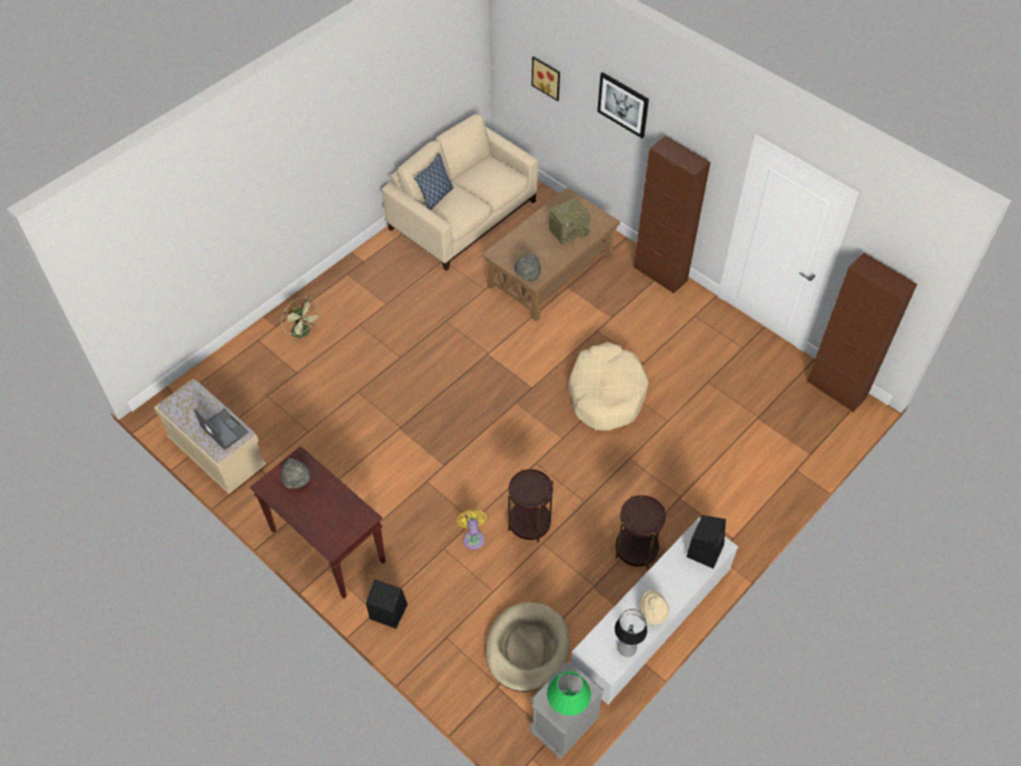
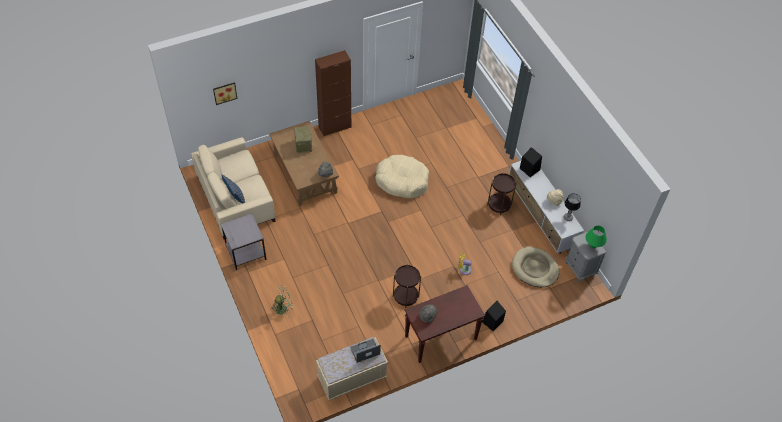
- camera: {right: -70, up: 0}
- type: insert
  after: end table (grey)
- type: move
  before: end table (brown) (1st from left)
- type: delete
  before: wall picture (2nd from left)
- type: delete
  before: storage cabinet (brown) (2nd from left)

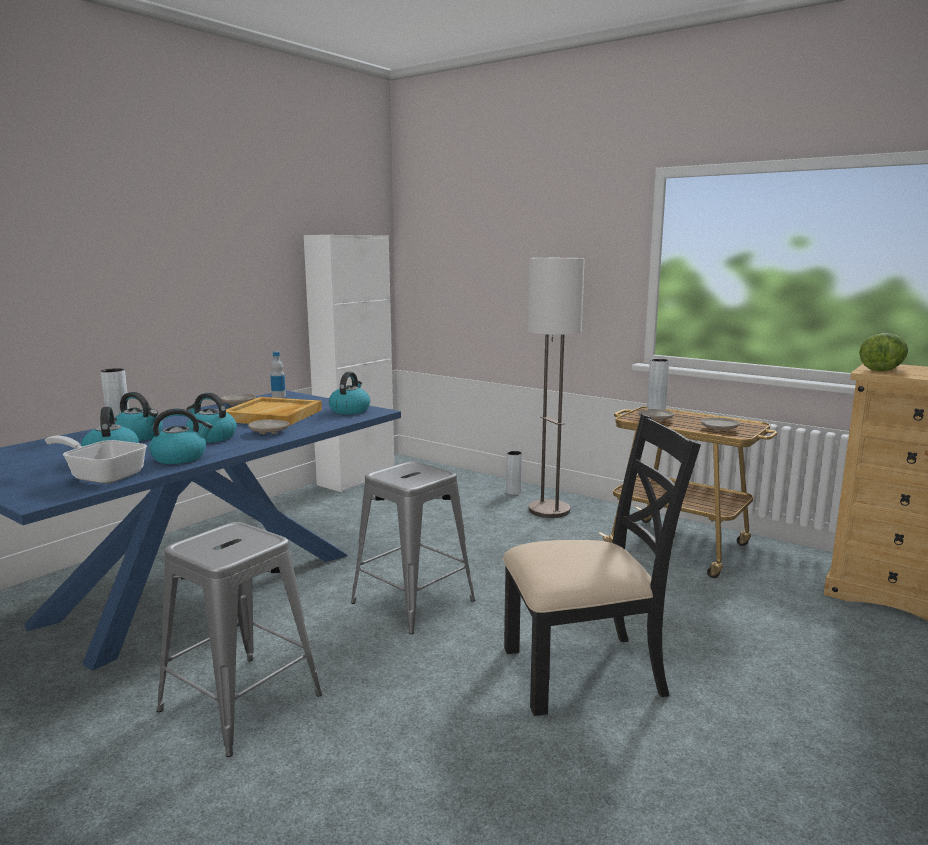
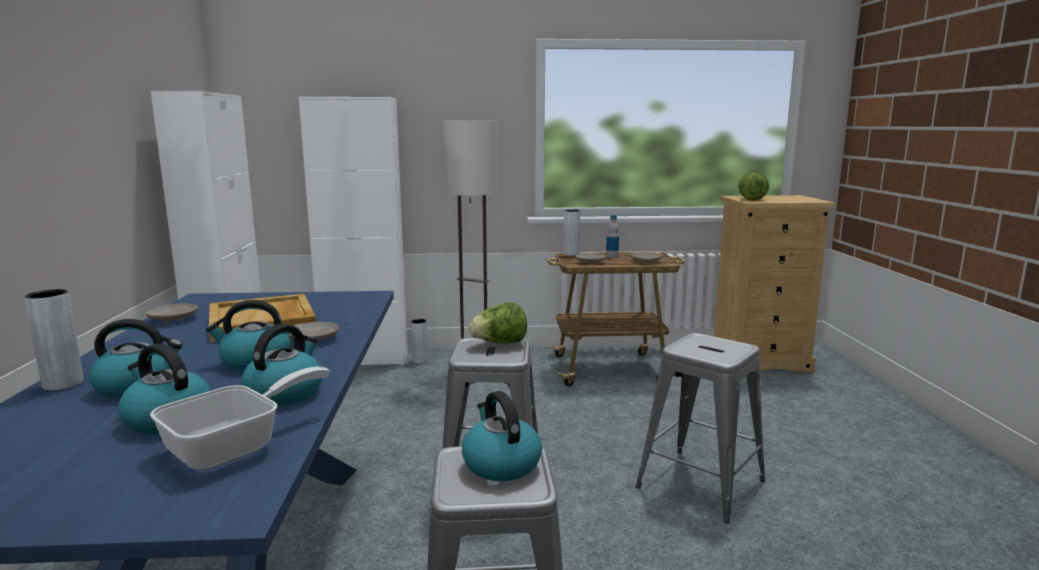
- camera: {right: -40, up: 0}
- type: rotate
  before: pan
  turn: 150
- type: insert
  after: storage cabinet (white) (2nd from left)
- type: move
  before: kettle (5th from left)
- type: insert
  after: lettuce head (1st from left)
- type: move
  before: beverage bottle
- type: replace
  before: chair (black-coloured)
  after: stool (grey) (3rd from left)

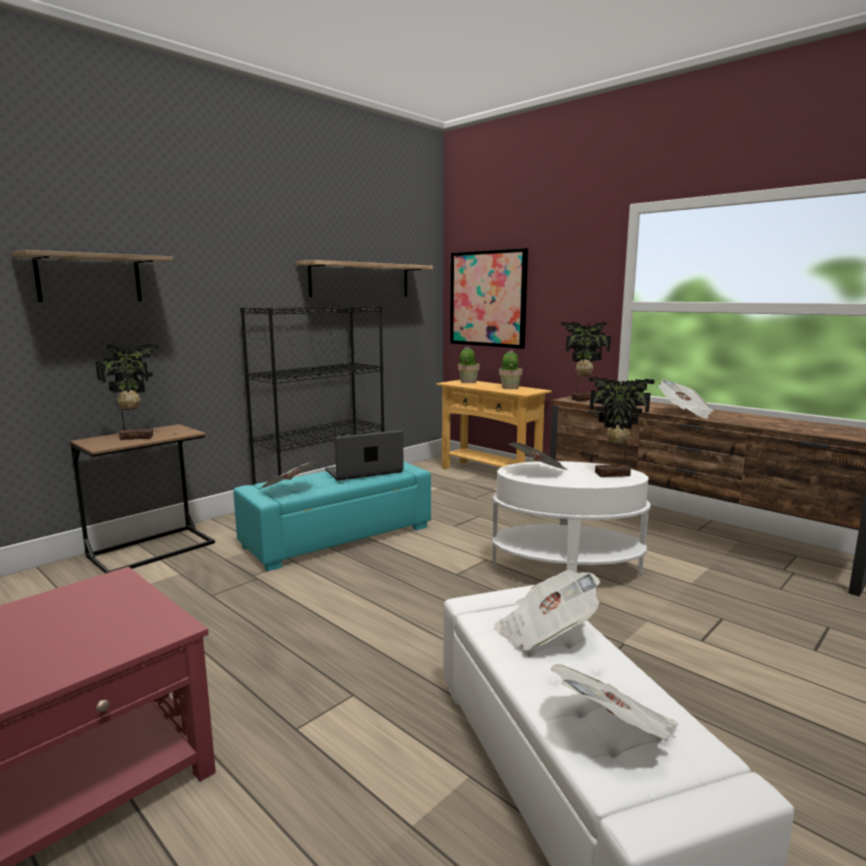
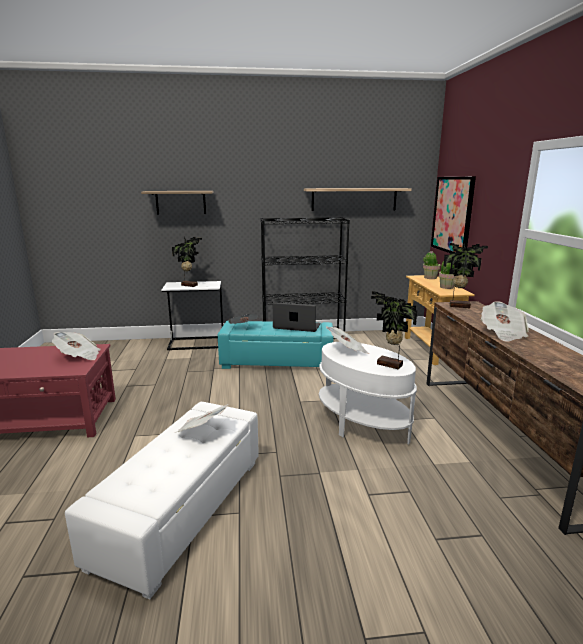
- camera: {right: 40, up: 5}
- type: move
  before: newspaper (4th from left in the first image)
  after: newspaper (1st from left)
- type: recolor
  before: end table (brown)
  after: end table (white) (1st from left)

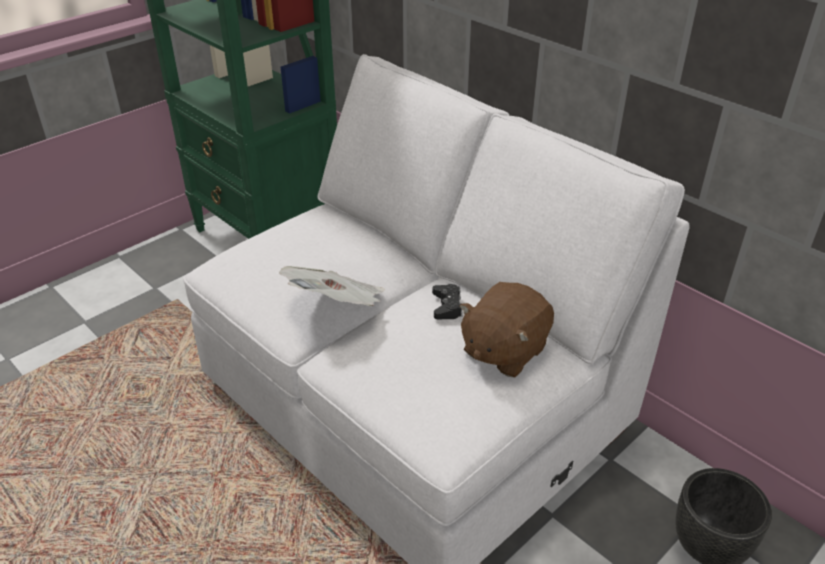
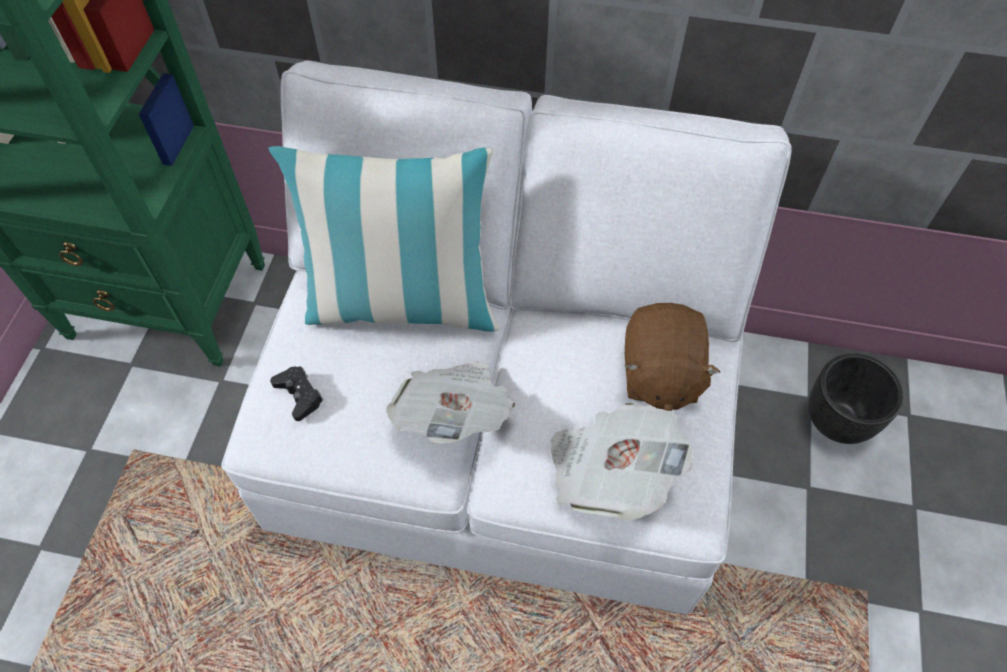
- camera: {right: -35, up: 20}
- type: insert
  after: pillow
- type: move
  before: game controller (black-coloured)
- type: insert
  after: newspaper (2nd from left)

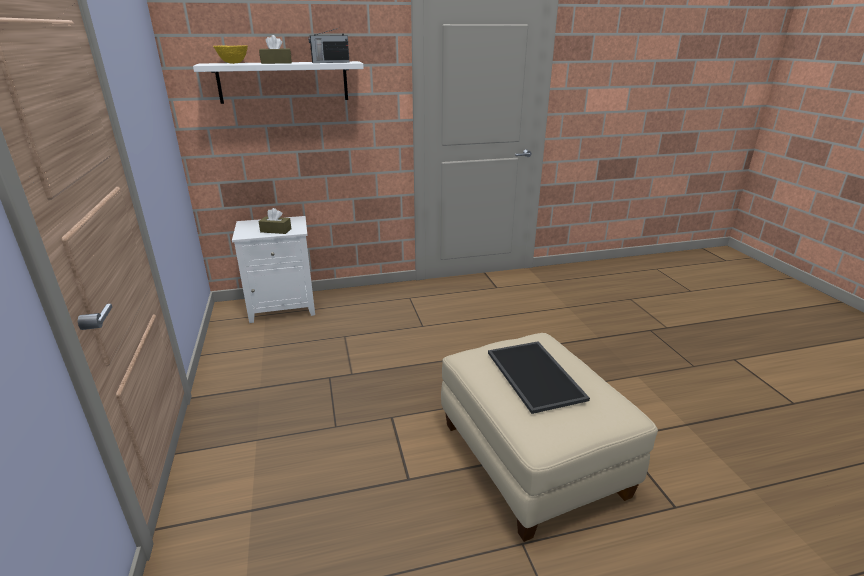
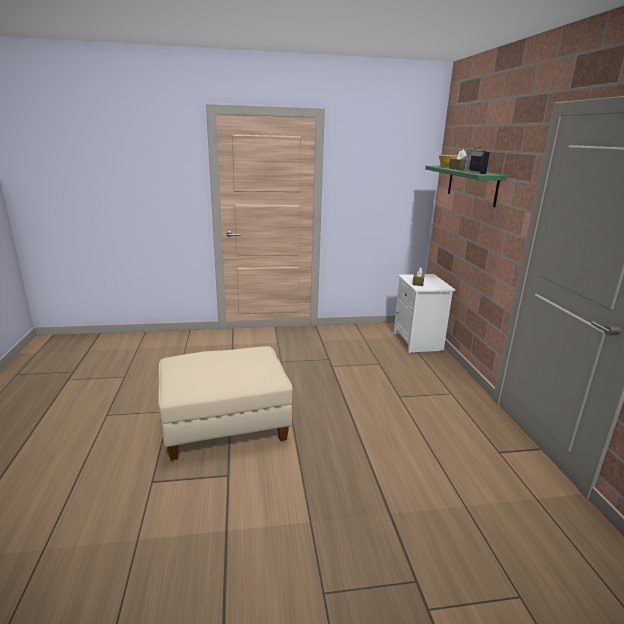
- camera: {right: 95, up: -5}
- type: recolor
  before: shelf (white)
  after: shelf (greenish)
- type: delete
  before: tray

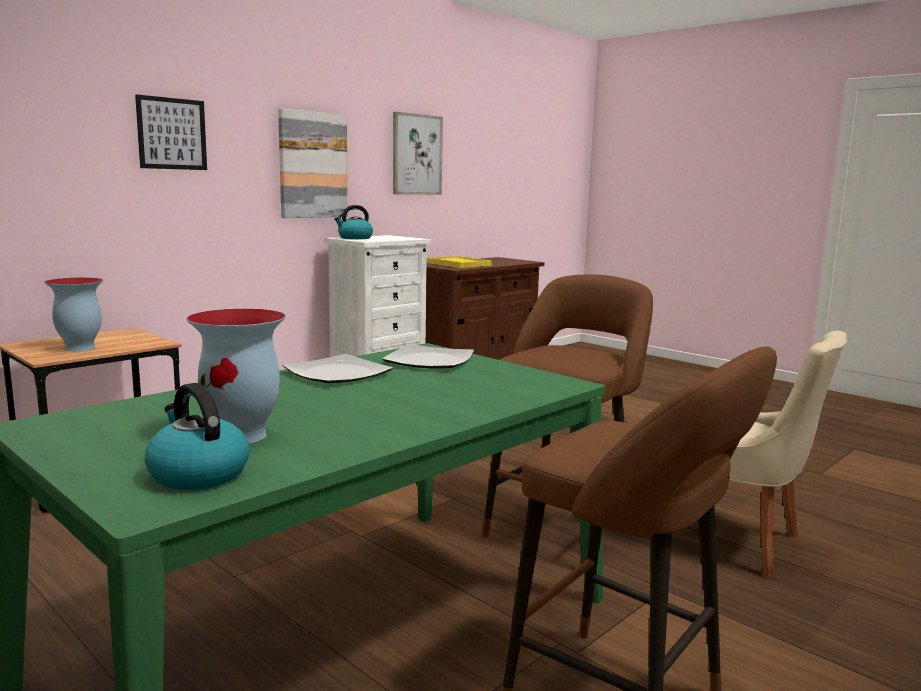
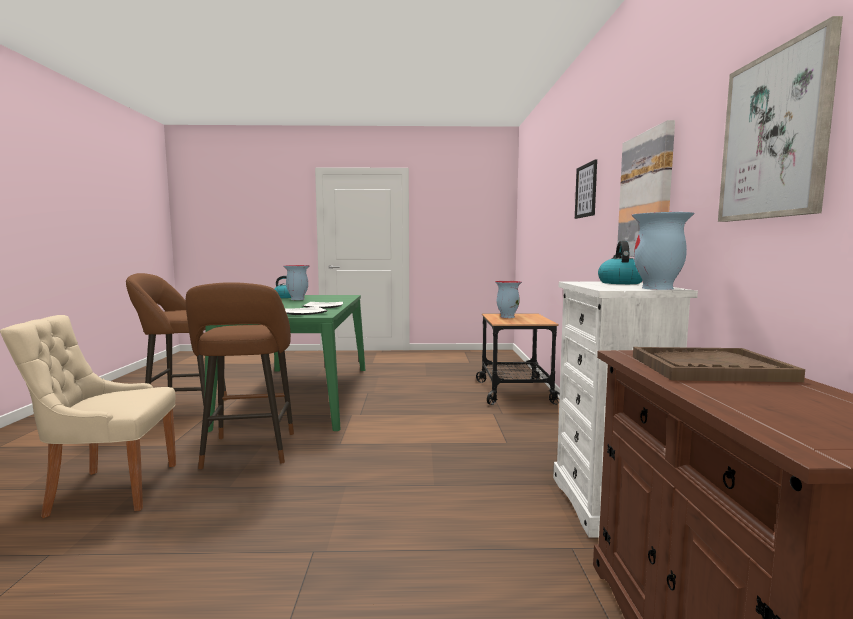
- camera: {right: 135, up: -5}
- type: insert
  after: flower vase (3rd from left)
- type: recolor
  before: tray (yellow-coloured)
  after: tray (brown)

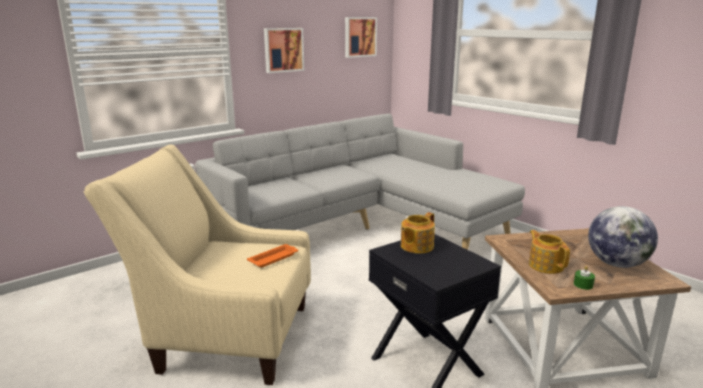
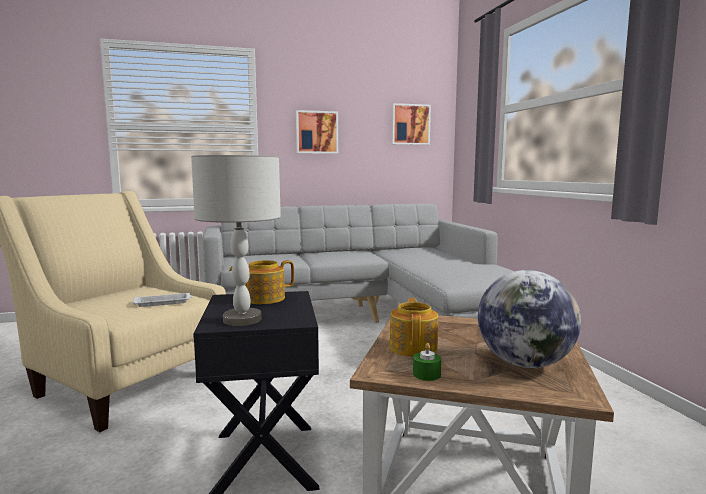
- camera: {right: 25, up: -10}
- type: recolor
  before: tray (orange)
  after: tray (white)
- type: insert
  after: lamp for a table (grey)

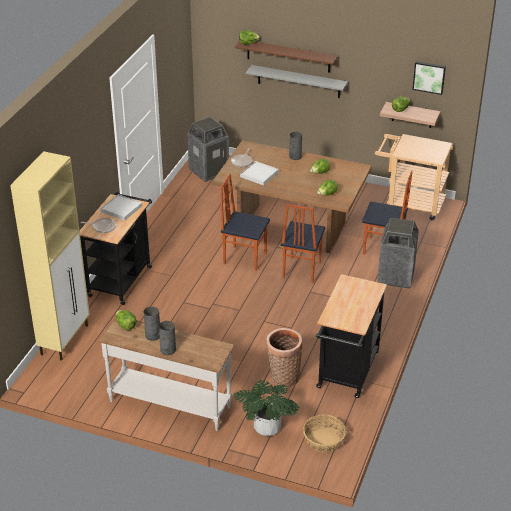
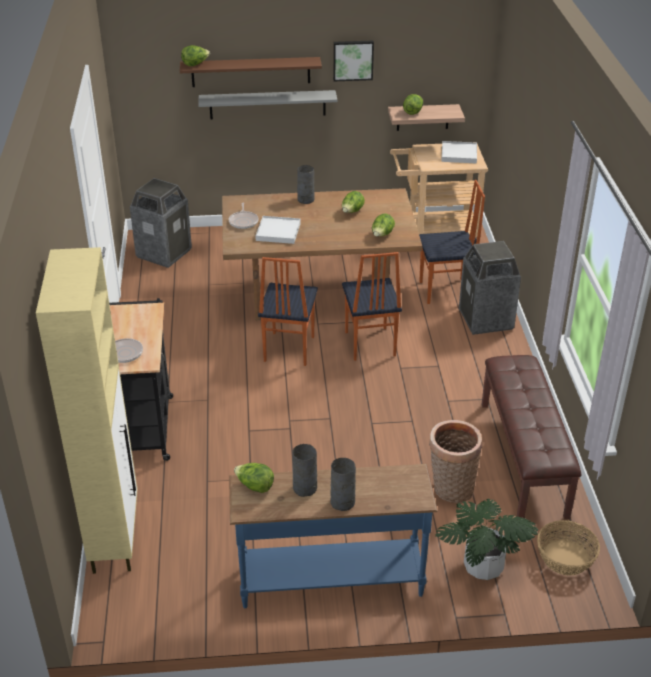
- camera: {right: -25, up: 0}
- type: recolor
  before: hall table (white)
  after: hall table (blue-coloured)
- type: rotate
  before: chair (1st from left)
  turn: -75
- type: move
  before: wall picture
- type: move
  before: tray (white) (1st from left in the first image)
  after: tray (white) (2nd from left)
- type: replace
  before: cart (black-coloured) (2nd from left)
  after: indoor bench (brown)

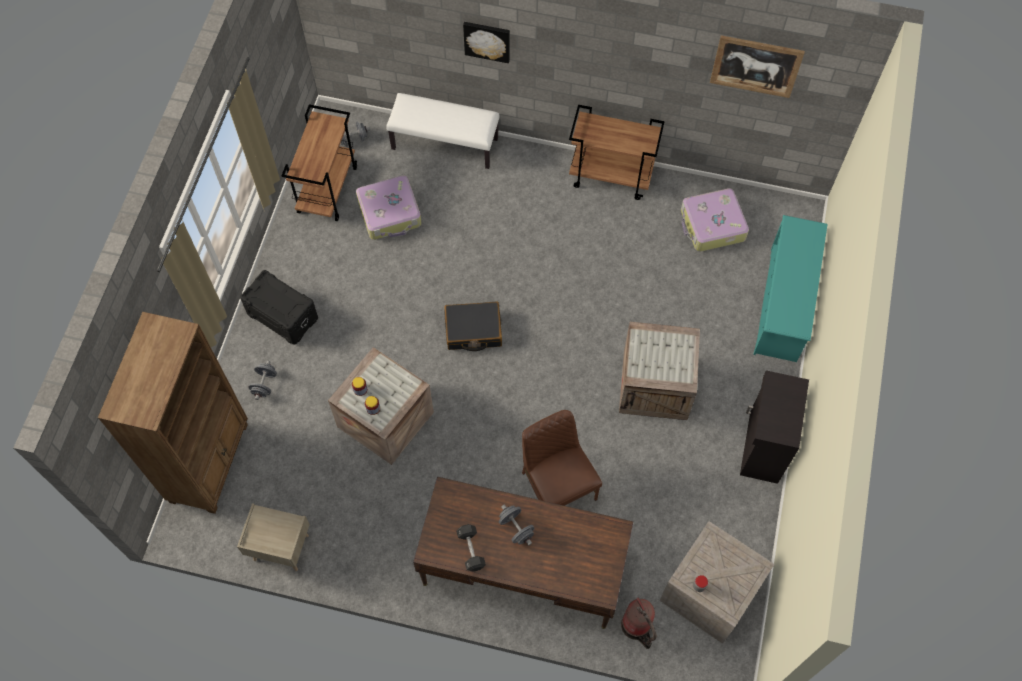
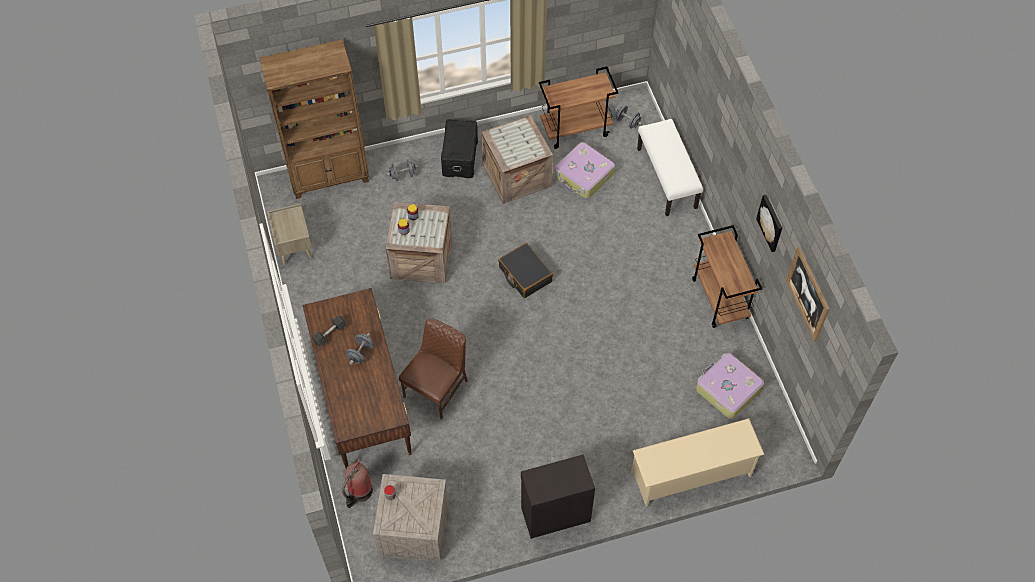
- camera: {right: 60, up: -5}
- type: move
  before: packing crate (2nd from left in the first image)
  after: packing crate (3rd from left)
- type: recolor
  before: shoe shelf (blue-green)
  after: shoe shelf (beige)
- type: move
  before: wall picture (1st from left)

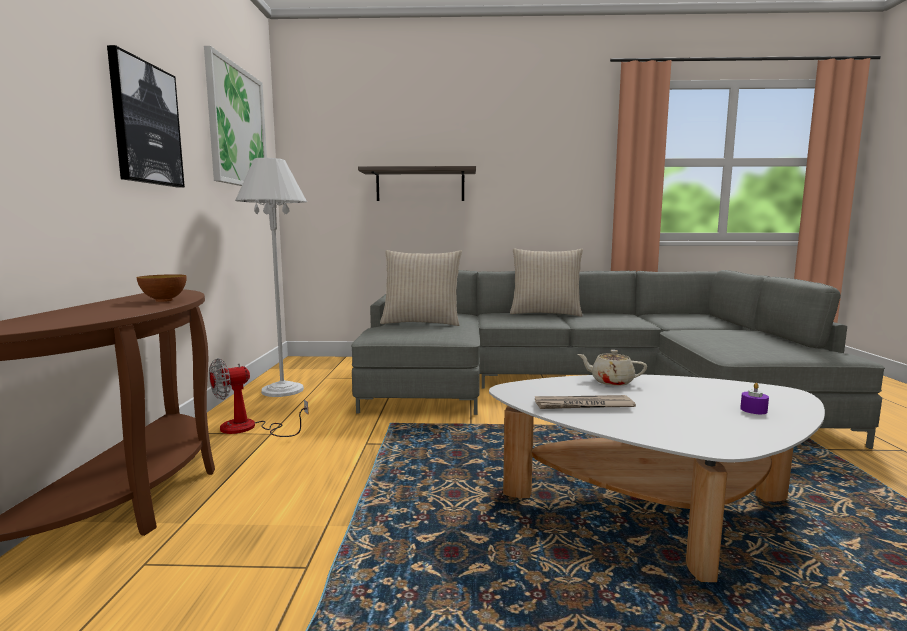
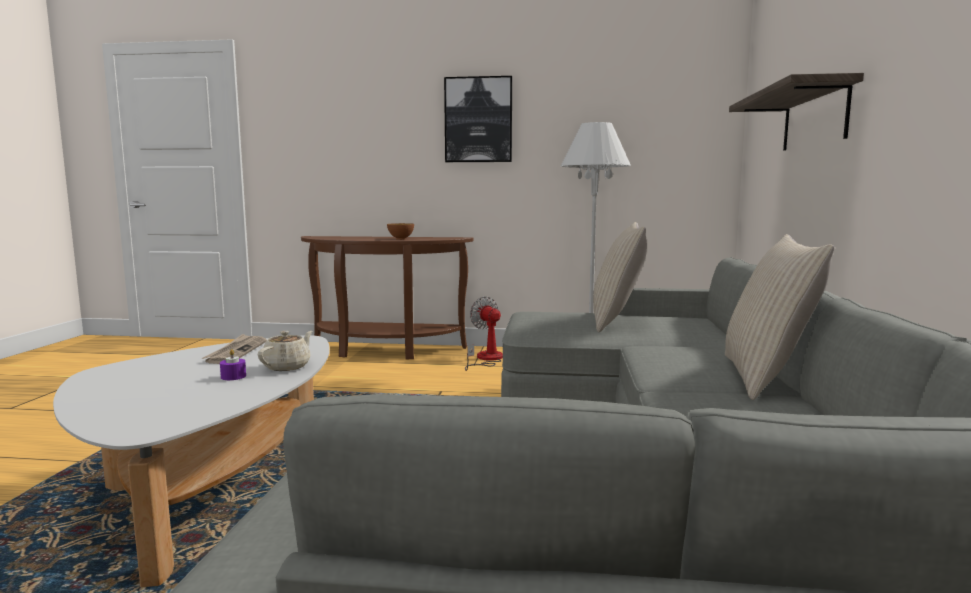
- camera: {right: 95, up: 0}
- type: move
  before: wax candle (purple-coloured)
- type: delete
  before: wall picture (2nd from left)

